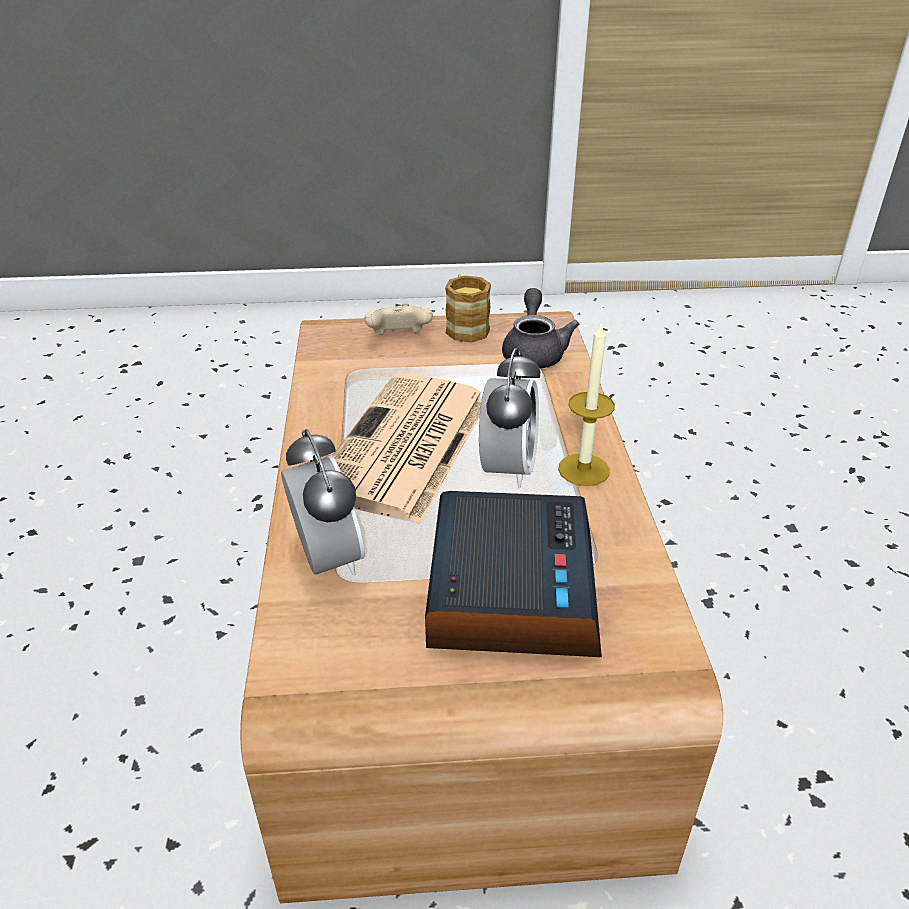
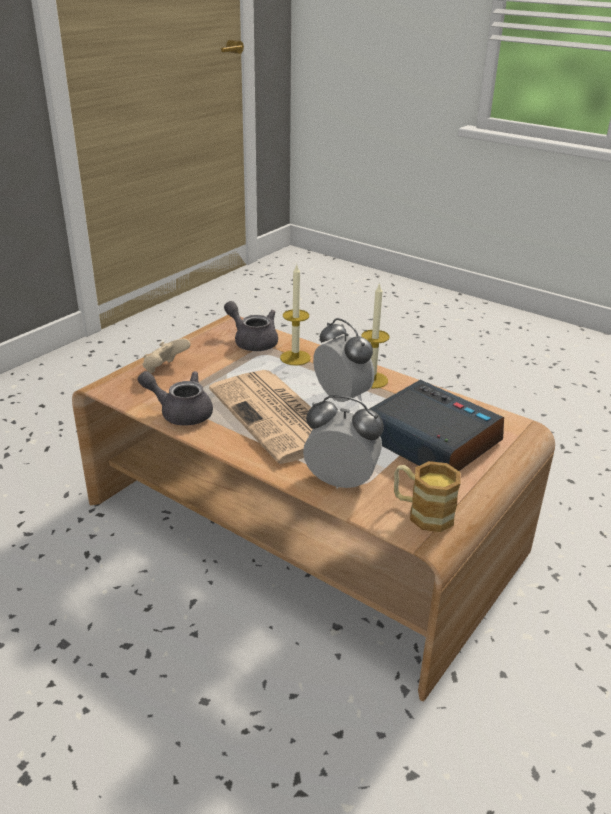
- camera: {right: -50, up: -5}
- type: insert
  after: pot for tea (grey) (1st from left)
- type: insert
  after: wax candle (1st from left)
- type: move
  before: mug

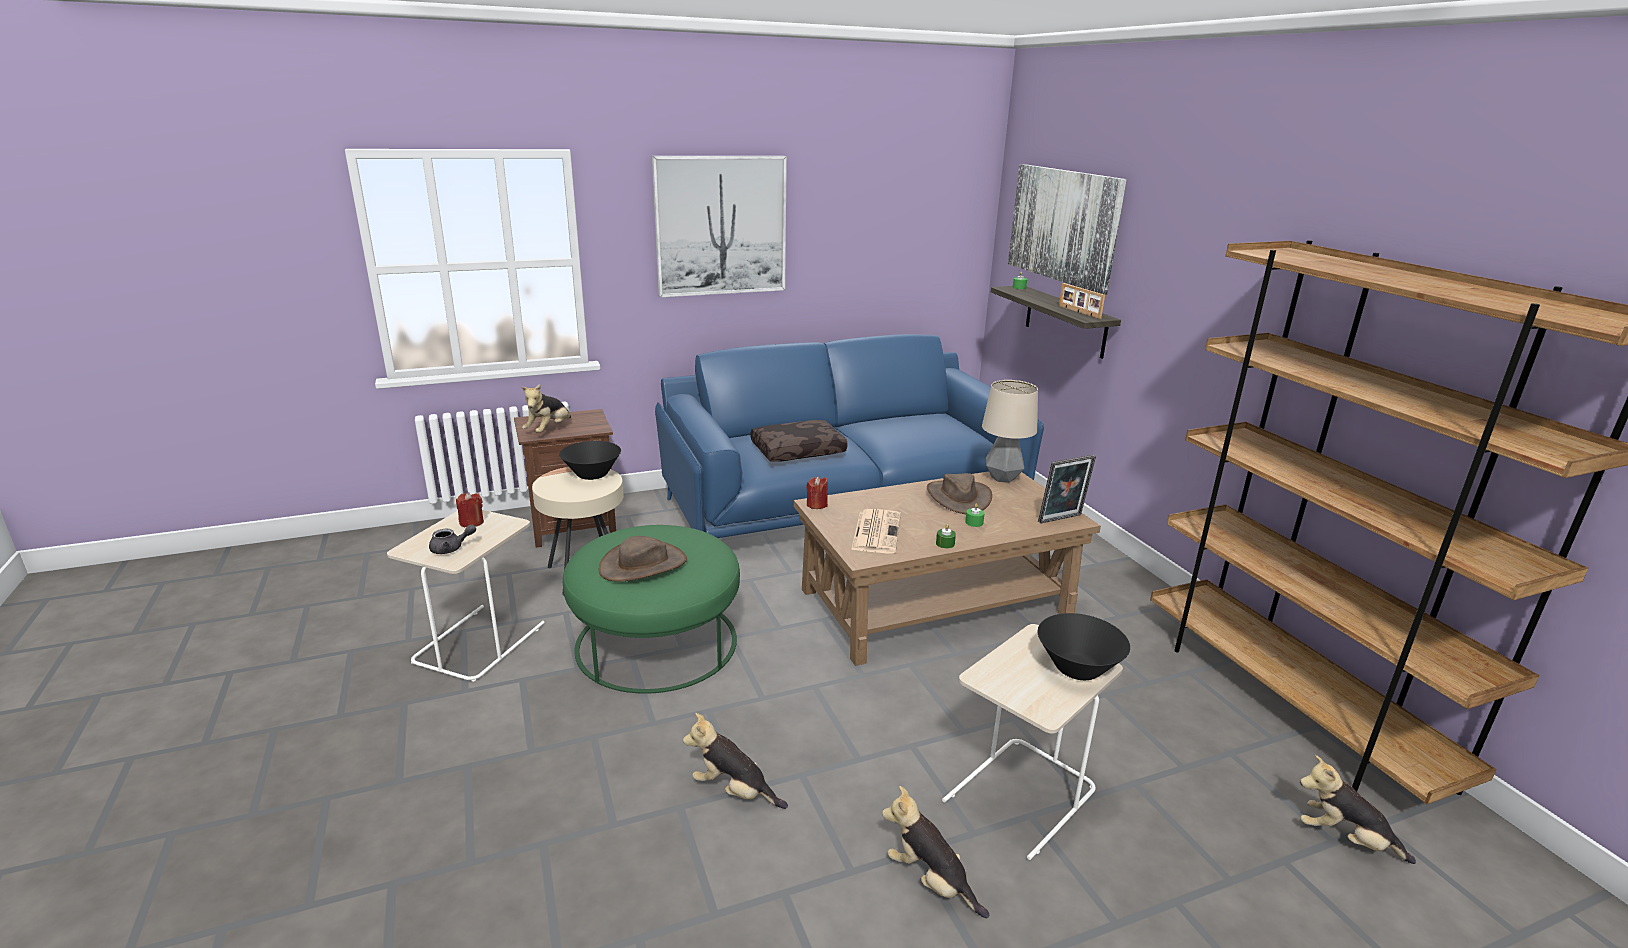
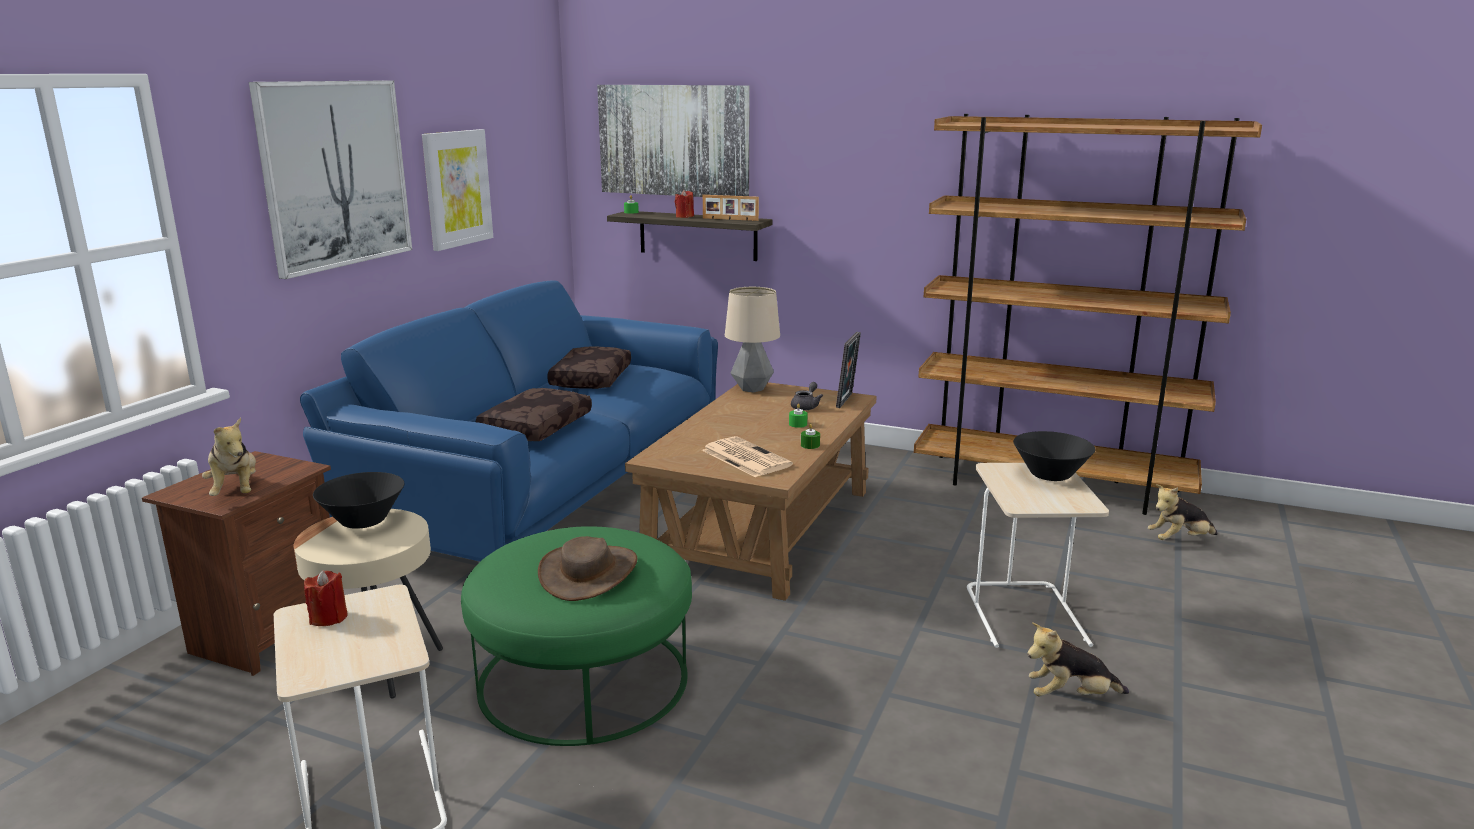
- camera: {right: -45, up: -5}
- type: insert
  after: wall picture (2nd from left)
- type: insert
  after: pillow (brown) (2nd from left)
- type: move
  before: wax candle (red-coloured) (2nd from left)
- type: move
  before: pot for tea (grey)
- type: delete
  before: cuddly toy (2nd from left)
- type: delete
  before: hat (brown) (2nd from left)

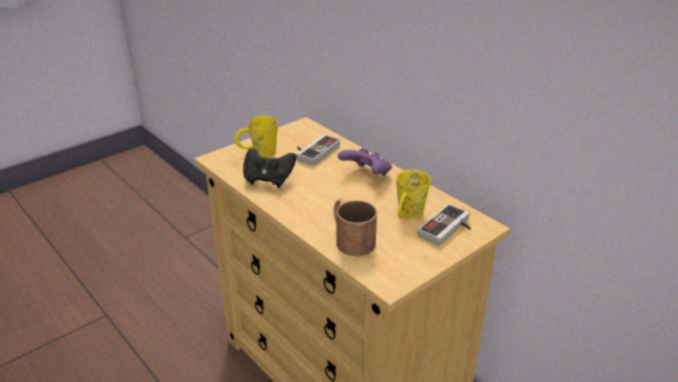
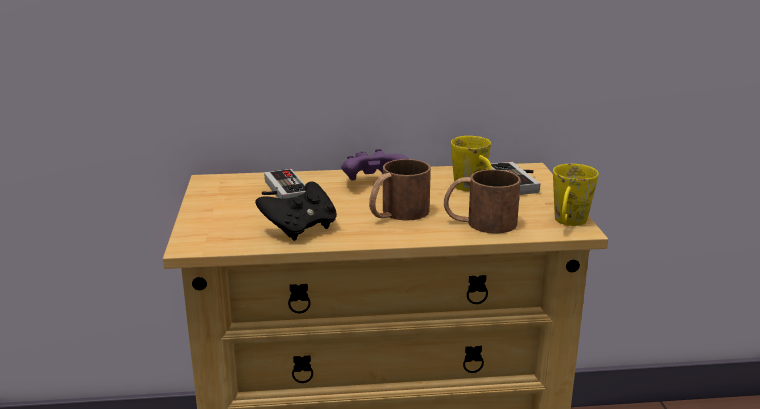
- camera: {right: -55, up: -10}
- type: insert
  after: mug (brown) (1st from left)
- type: move
  before: mug (yellow-coloured) (1st from left in the first image)
  after: mug (yellow-coloured) (2nd from left)

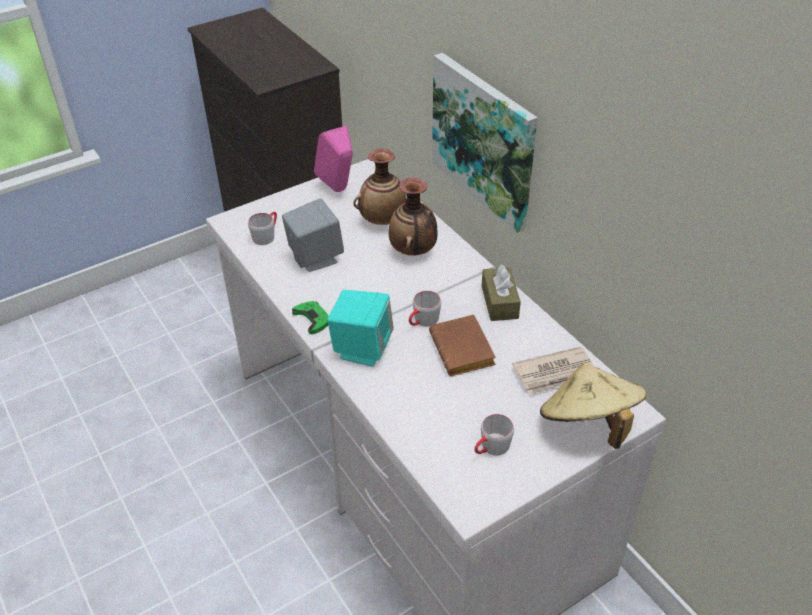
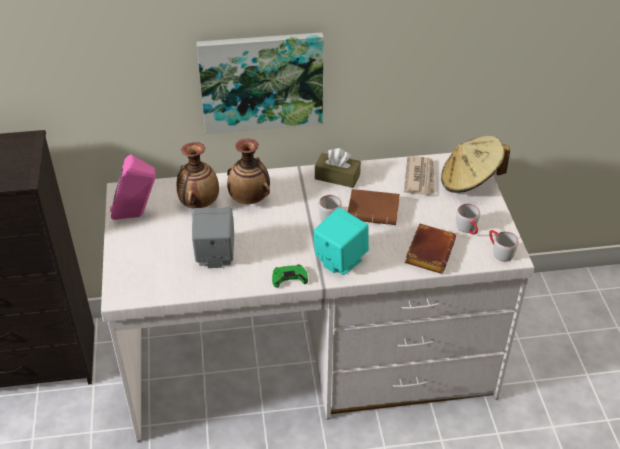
- camera: {right: -65, up: 0}
- type: insert
  after: volume (brown) (2nd from left)
- type: move
  before: mug (grey) (1st from left in the first image)
  after: mug (grey) (3rd from left)

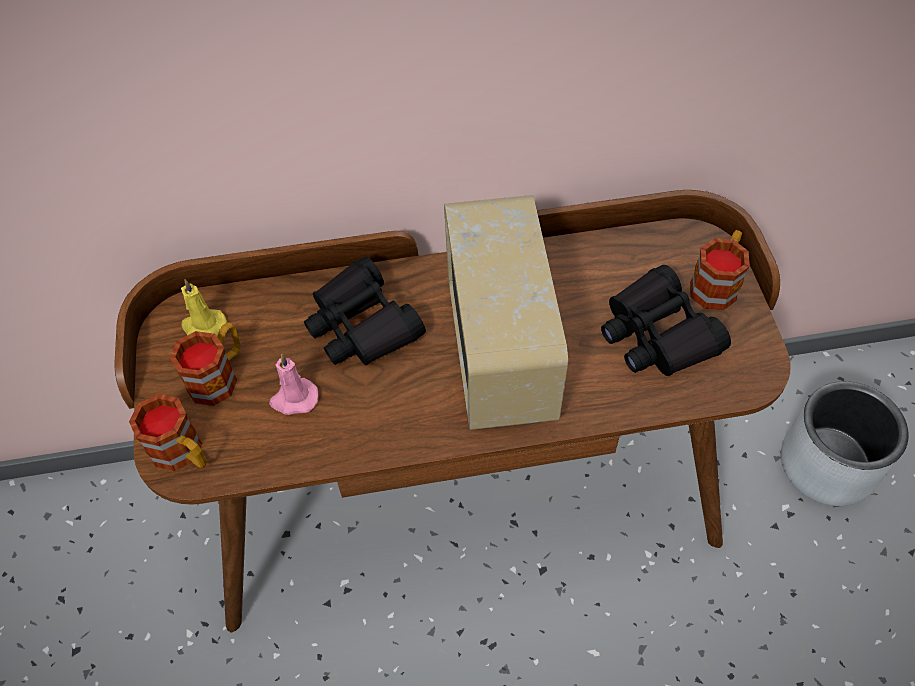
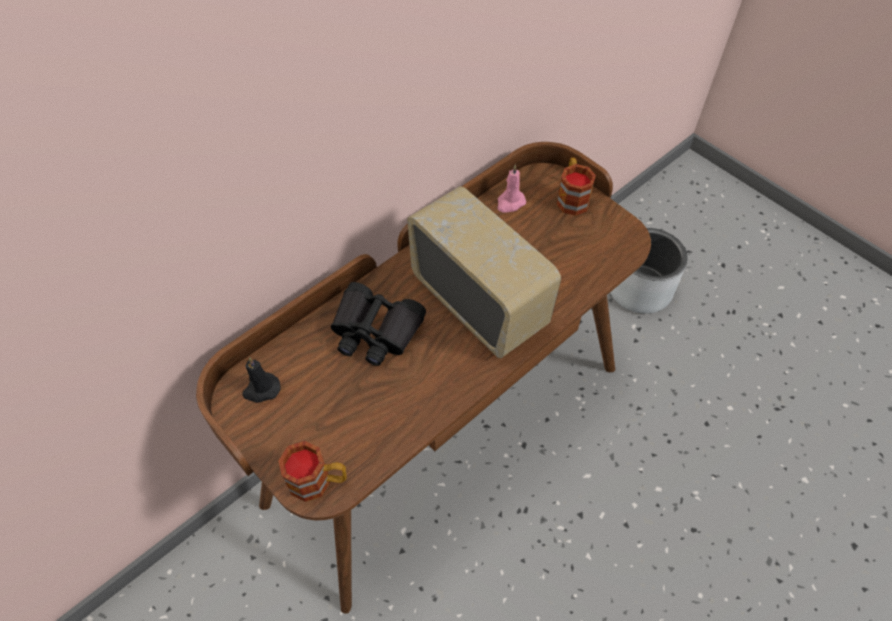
- camera: {right: -35, up: 0}
- type: recolor
  before: wax candle (yellow-coloured)
  after: wax candle (black-coloured)
- type: move
  before: wax candle (pinkish)
- type: delete
  before: mug (2nd from left)
- type: delete
  before: binoculars (black-coloured) (2nd from left)

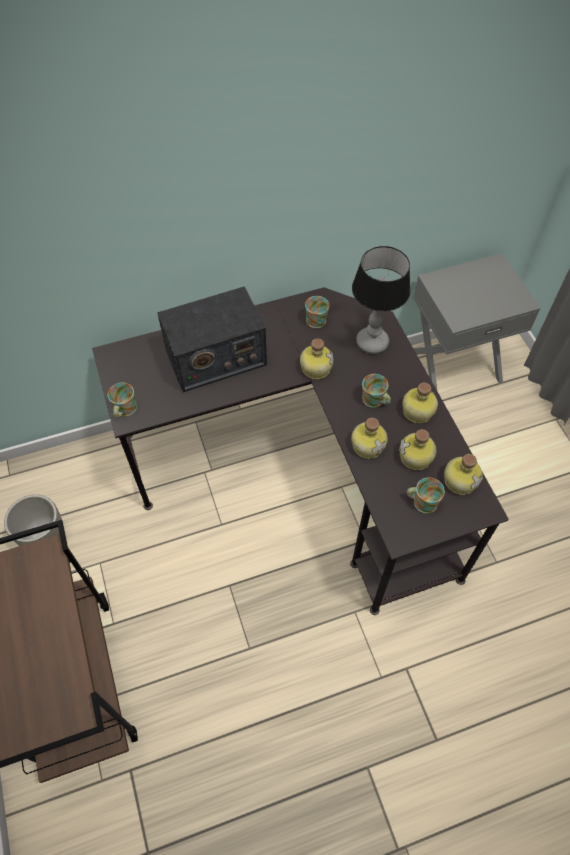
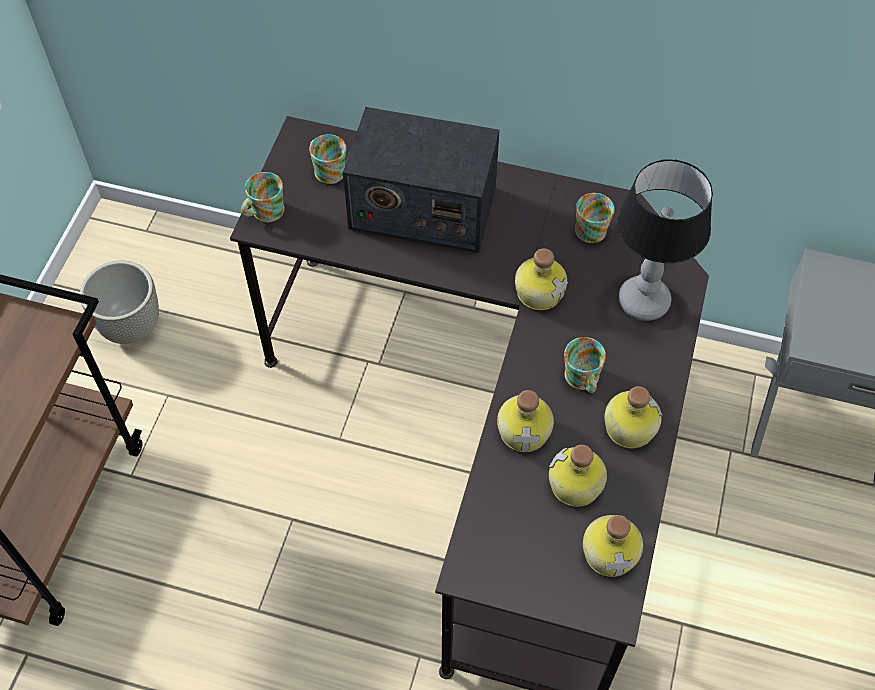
- camera: {right: 35, up: 0}
- type: move
  before: mug (4th from left in the first image)
  after: mug (2nd from left)

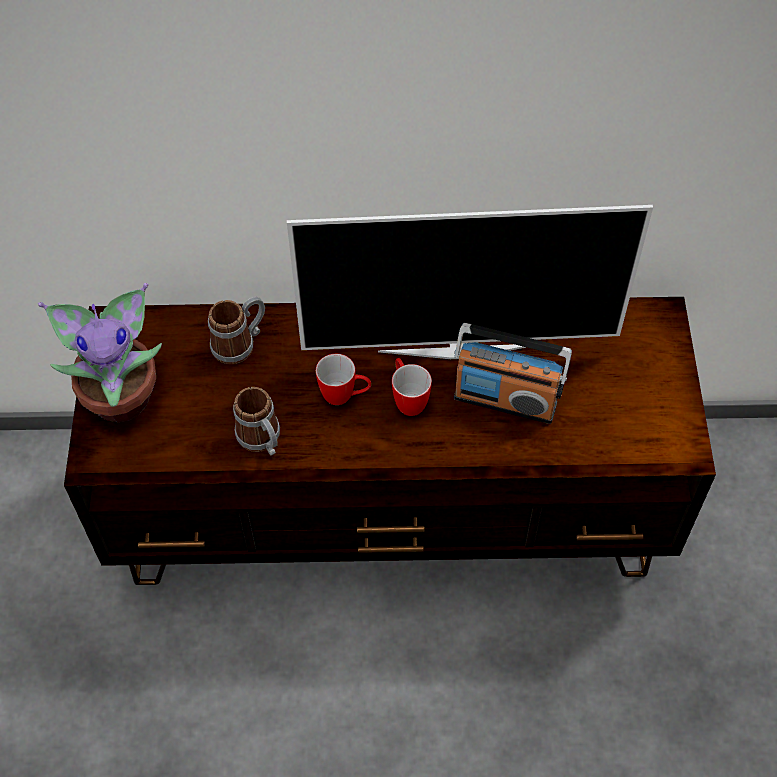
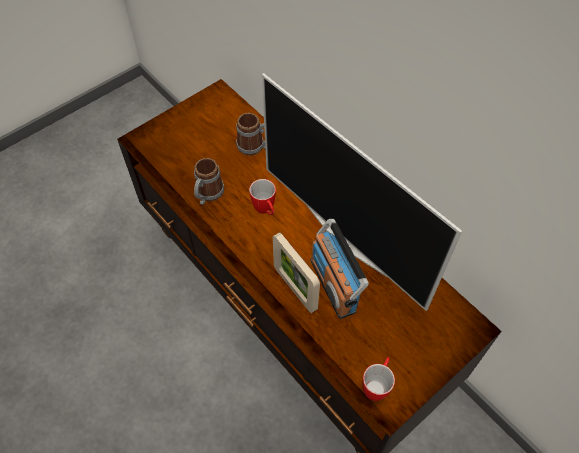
- camera: {right: 50, up: 0}
- type: insert
  after: photo frame
- type: move
  before: mug (4th from left)
- type: delete
  before: houseplant

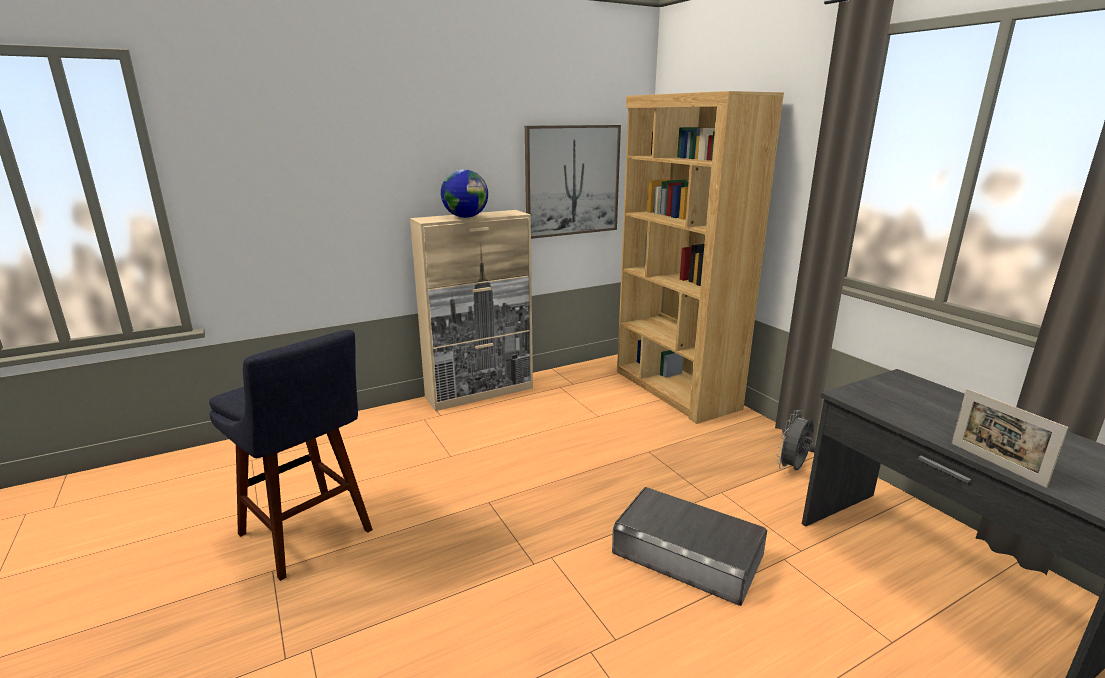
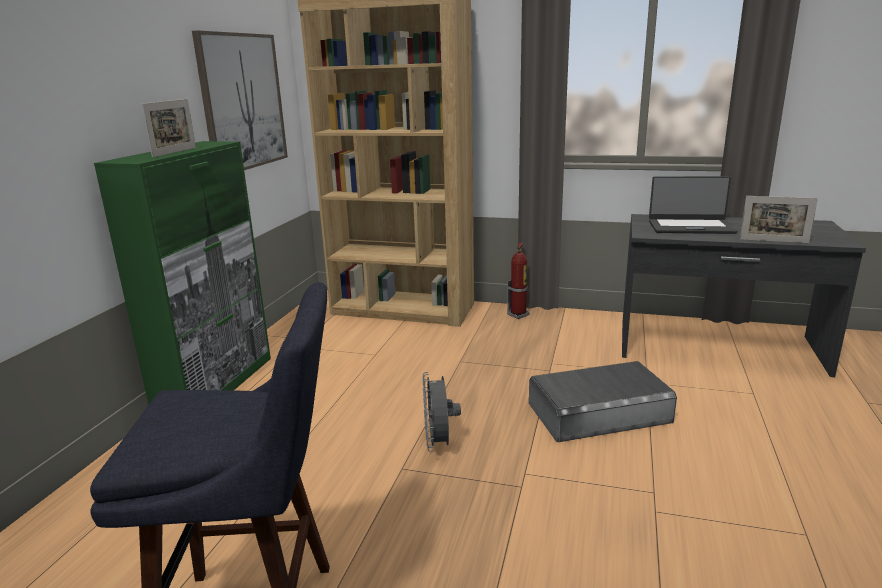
- camera: {right: -45, up: 0}
- type: recolor
  before: storage cabinet (beige)
  after: storage cabinet (greenish)
- type: replace
  before: globe
  after: photo frame (1st from left)
- type: move
  before: electric fan (grey)
- type: insert
  after: fire extinguisher
- type: insert
  after: notebook computer

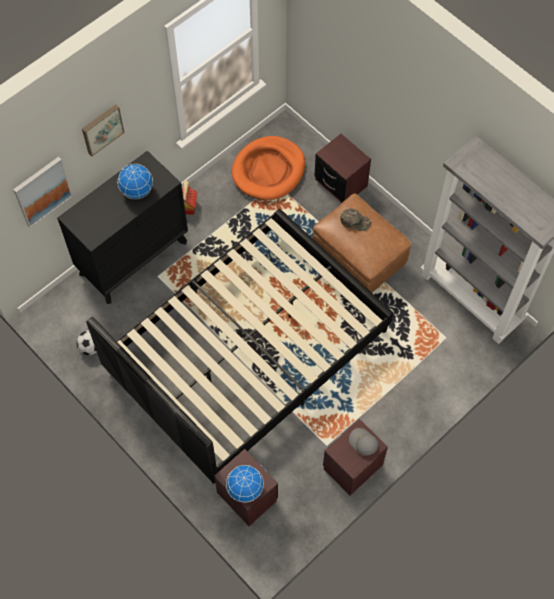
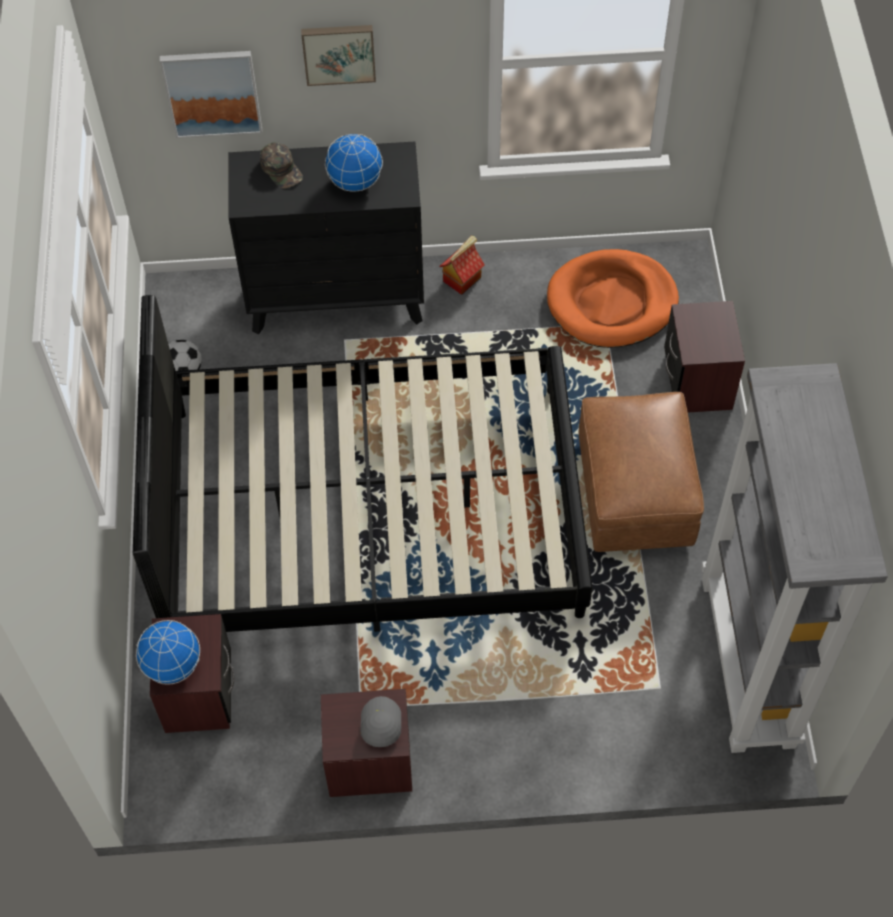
- camera: {right: 40, up: -5}
- type: move
  before: baseball cap (greenish)

